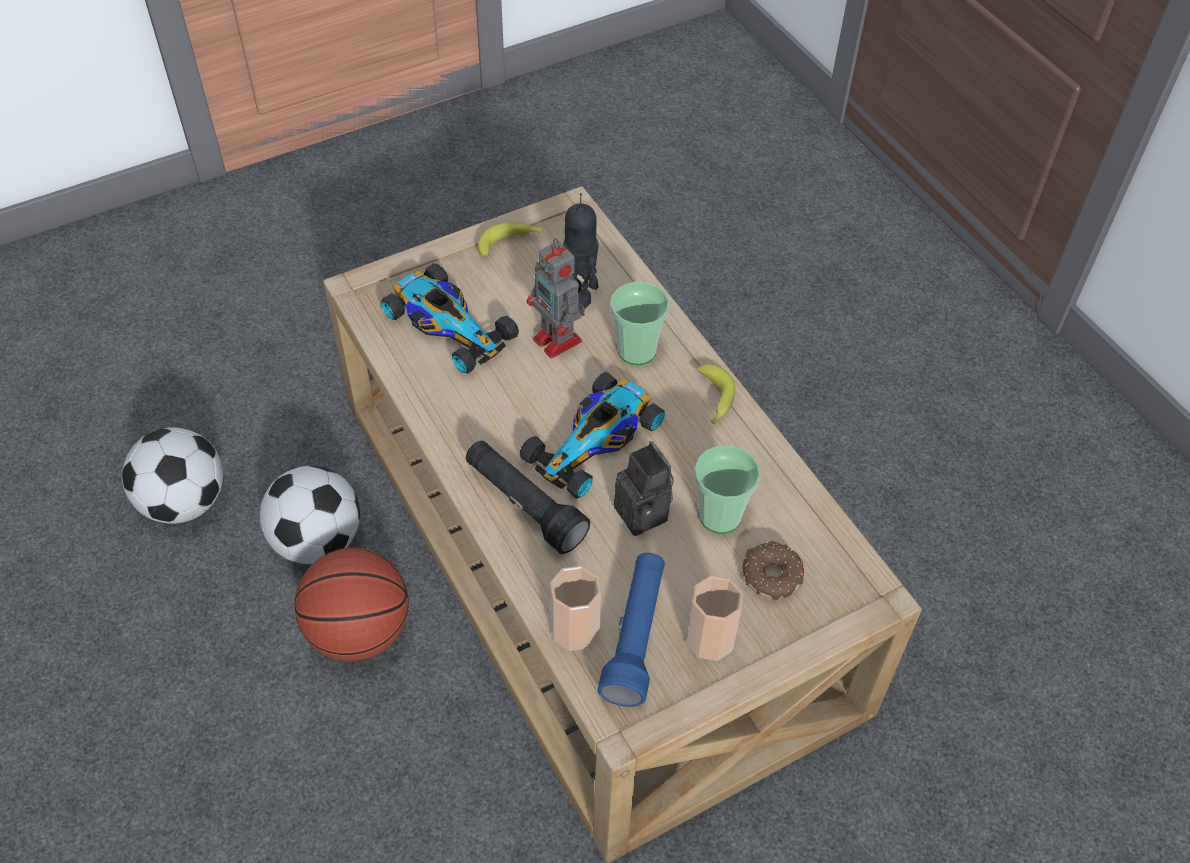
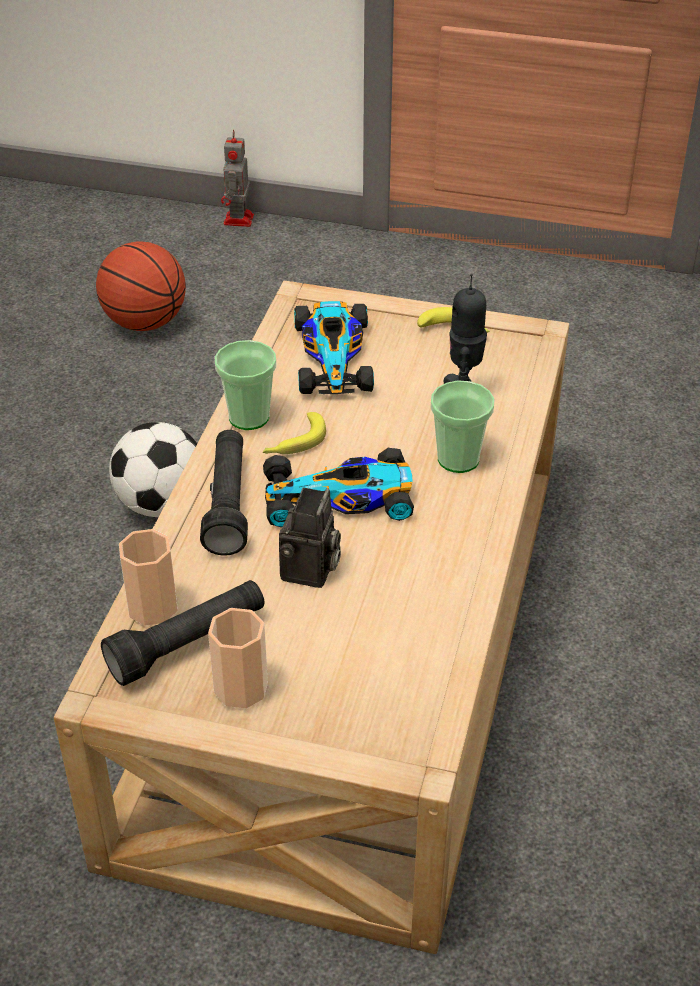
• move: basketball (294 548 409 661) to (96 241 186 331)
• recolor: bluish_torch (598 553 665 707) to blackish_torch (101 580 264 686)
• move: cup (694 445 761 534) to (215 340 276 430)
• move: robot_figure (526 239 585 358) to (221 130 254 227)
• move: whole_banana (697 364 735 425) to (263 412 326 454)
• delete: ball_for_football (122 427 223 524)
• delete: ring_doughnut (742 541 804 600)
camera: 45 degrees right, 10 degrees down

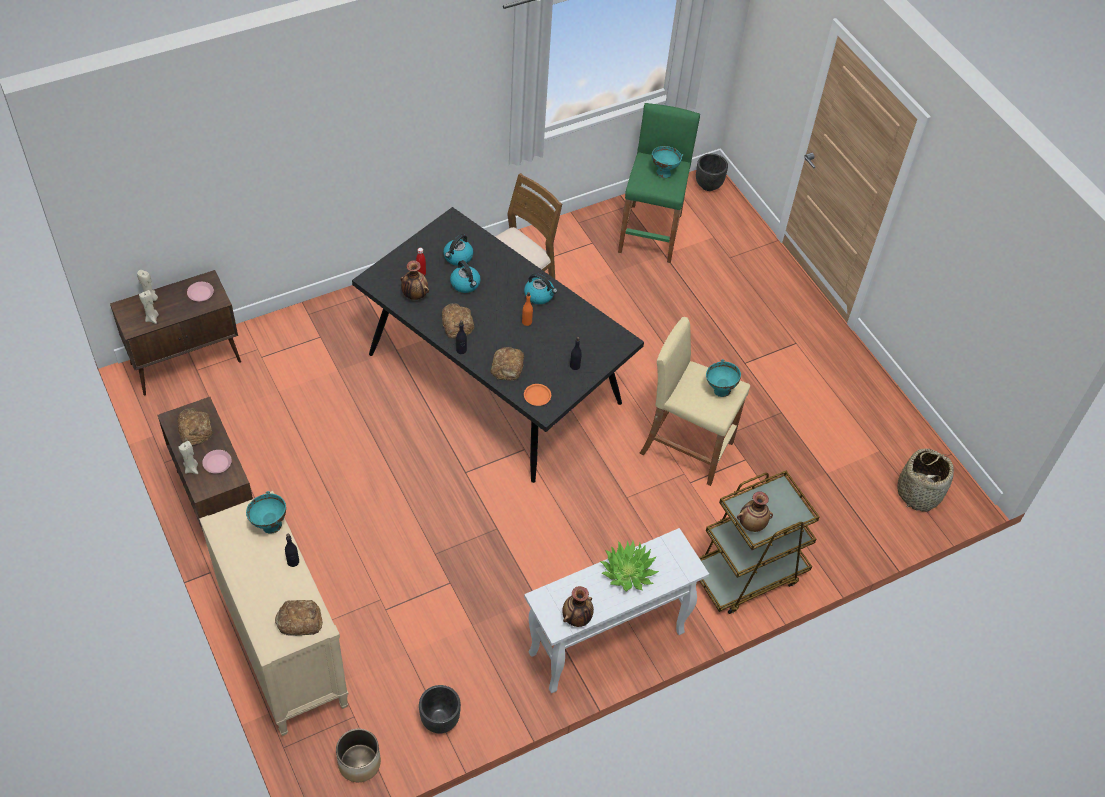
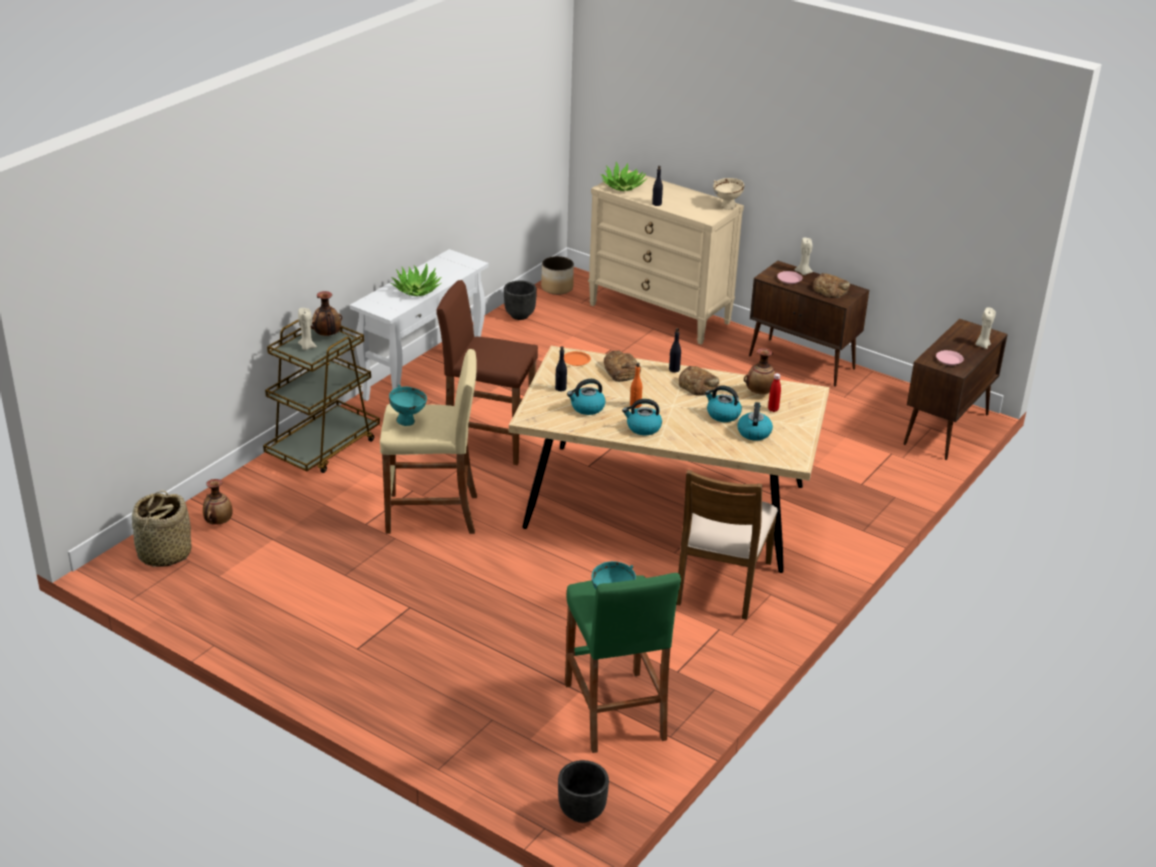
• move: vase (562 586 594 627) to (203 479 233 525)
• move: beige_candle (139 290 159 324) to (298 308 317 350)
• insert: brownish_sitting_stool (436 280 538 465)
• recolor: blackish_kitchen_table (352 207 644 483) to beige_kitchen_table (509 346 829 573)
• insert: kettle (567 379 606 415)
• replace: bakery_bread (275 600 323 636) to plant_in_a_pot (600 162 648 191)
• insert: beige_serving_bowl (713 178 744 210)
• delete: blue-green_serving_bowl (246 491 286 534)
camera: 155 degrees right, 20 degrees down

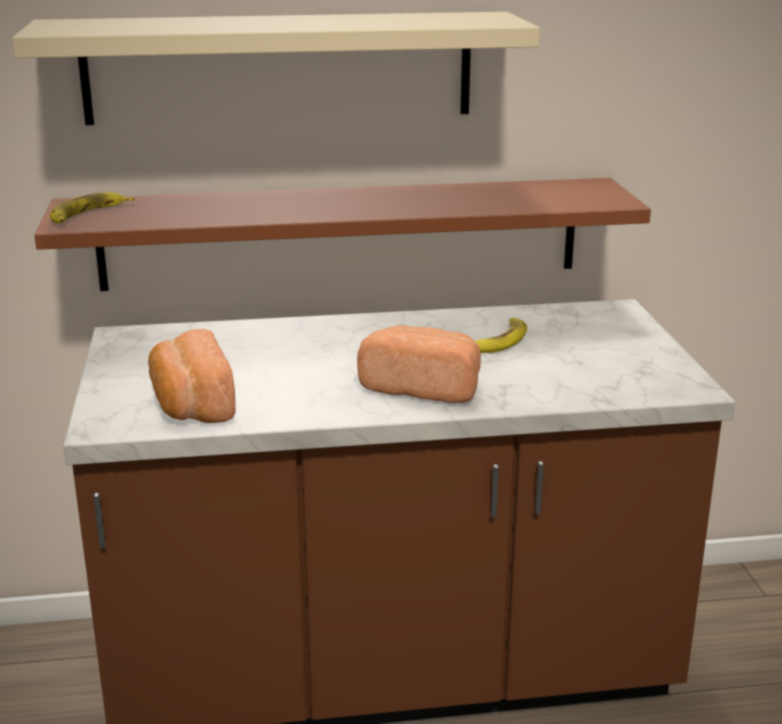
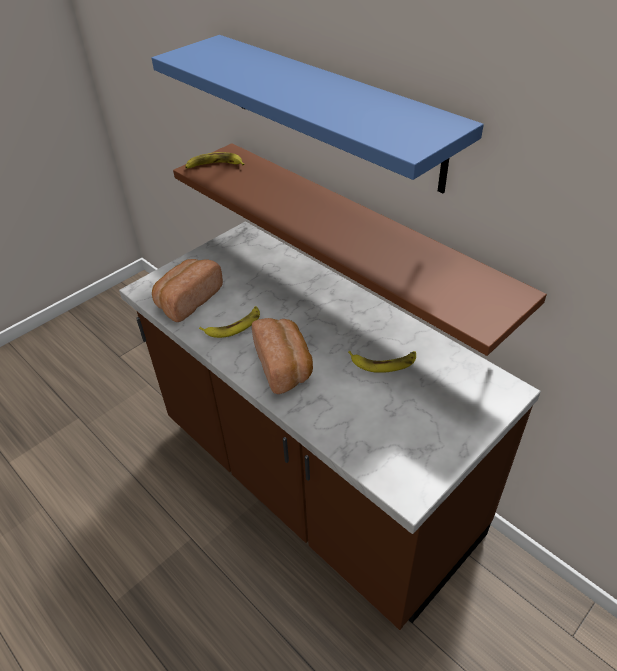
• recolor: beige_shelf (12 12 540 125) to bluish_shelf (152 35 484 193)
• insert: whole_banana (199 306 260 338)
camera: 55 degrees right, 20 degrees up

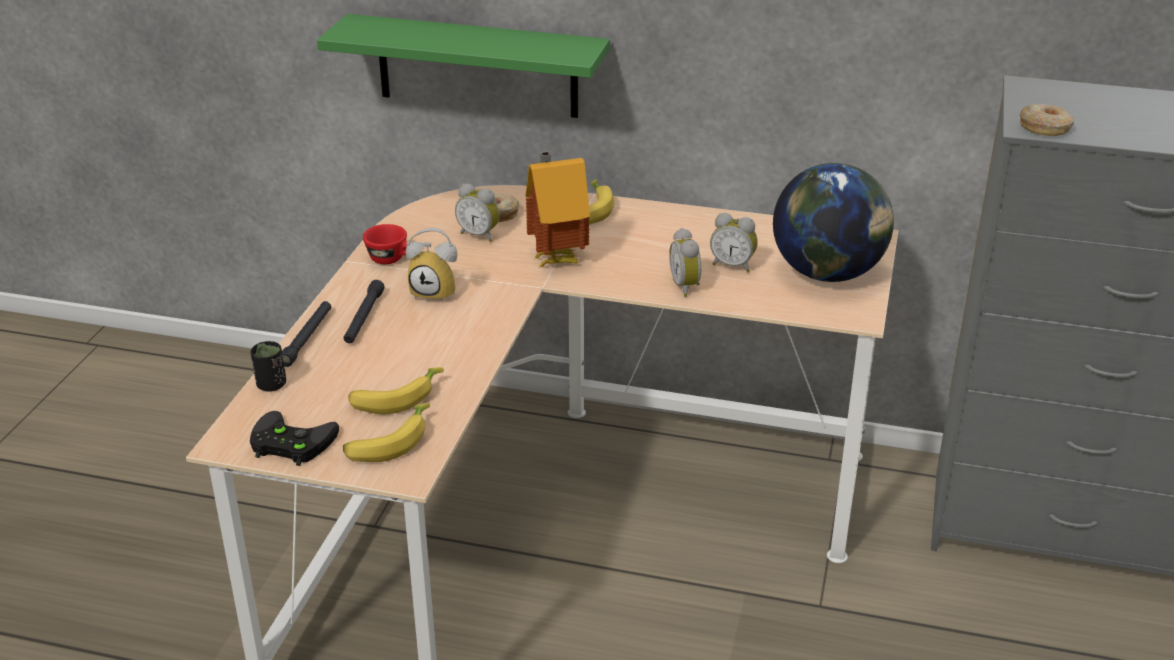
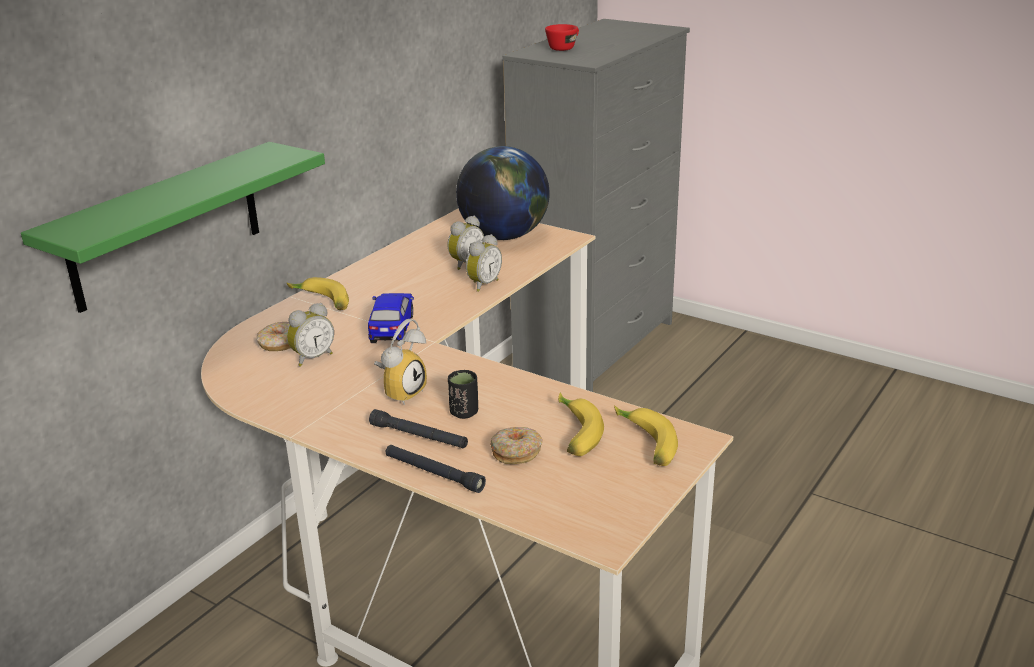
• replace: miniature_house (526 151 590 269) to toy_car (368 293 414 343)
• move: blackish_cup (250 341 286 392) to (448 370 478 419)
• rotate: bedside_clock (669 228 701 297) = (466 234 502 292) 60 degrees counterclockwise
• move: ring_doughnut (1019 104 1075 136) to (490 427 542 464)
• move: reddish_cup (363 224 407 264) to (545 24 579 51)
• delete: blackish_game_controller (250 411 339 466)
camera: 70 degrees left, 5 degrees down

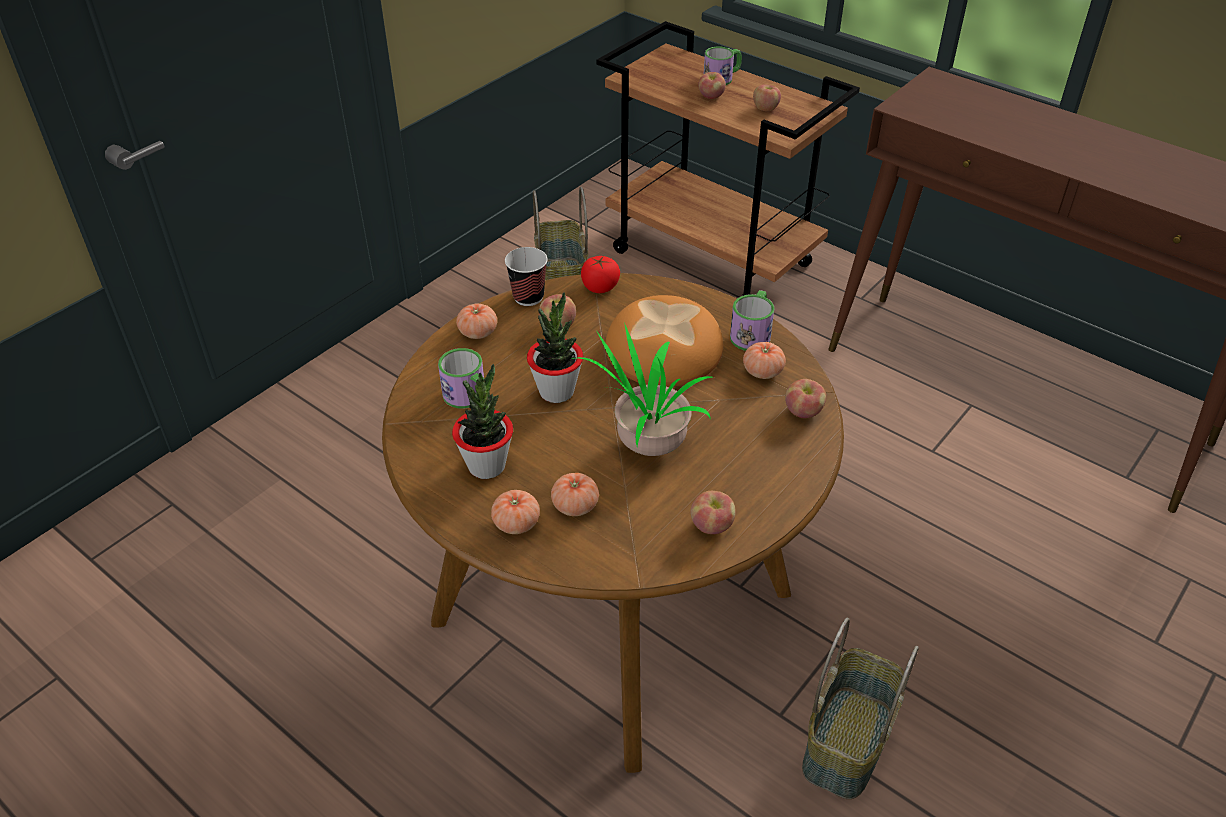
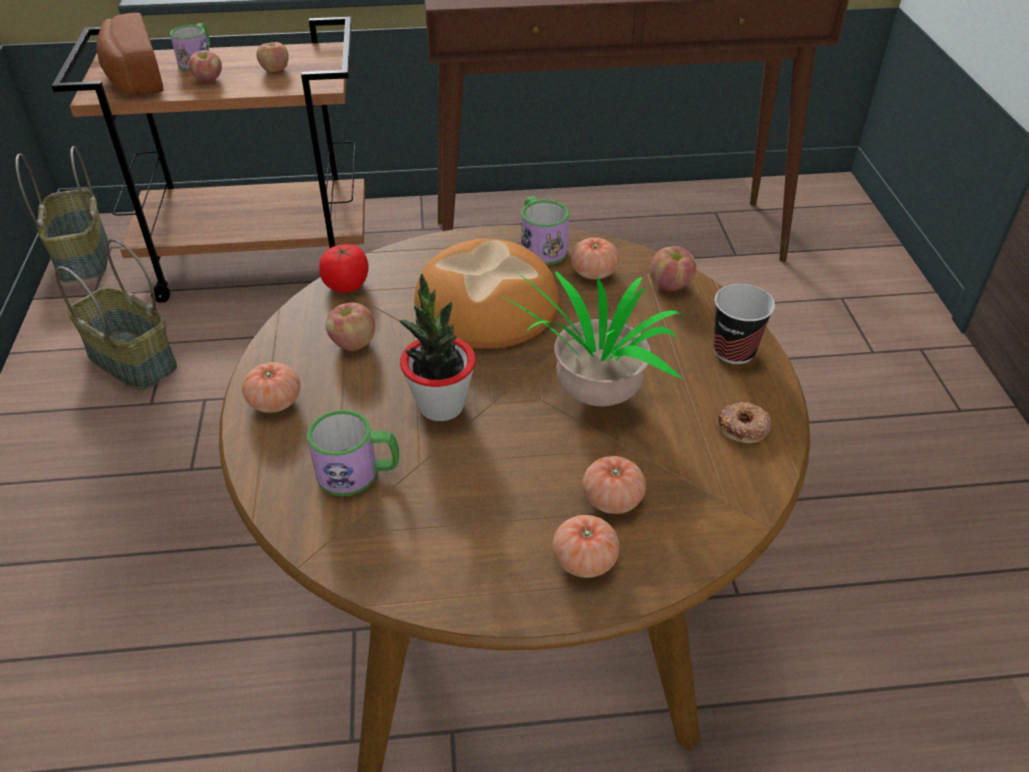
• move: basket (802 618 919 799) to (15 146 108 283)
• insert: bakery_bread (97 13 164 95)
• move: cup (505 247 548 306) to (714 284 775 364)
• replace: whole_apple (690 491 736 534) to ring_doughnut (717 402 772 443)
• delete: plant_in_a_pot (452 364 513 479)
camera: 45 degrees left, 0 degrees up

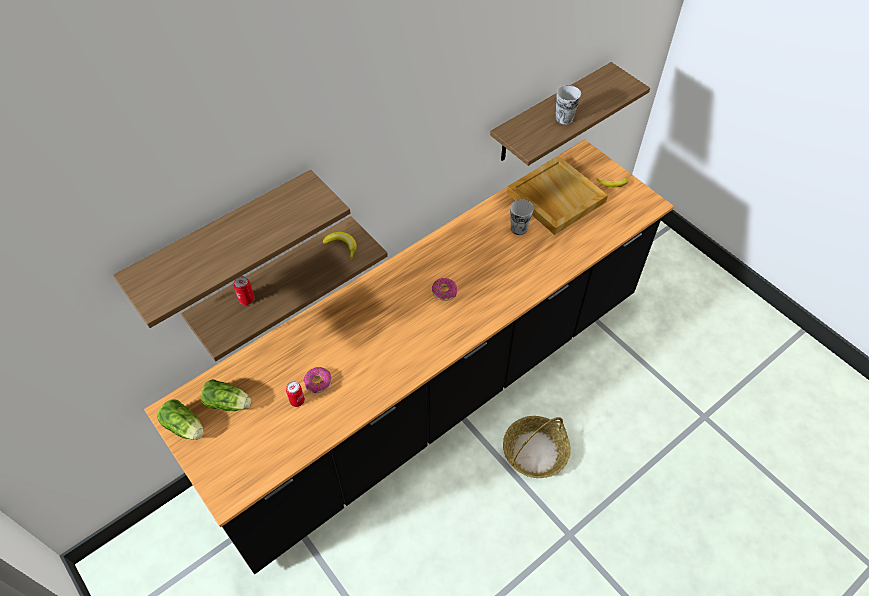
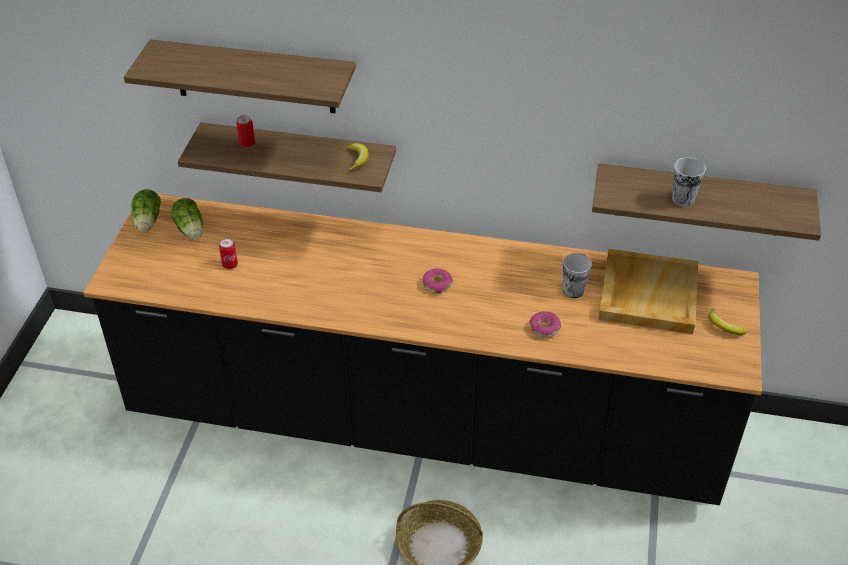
• move: ring_doughnut (303 367 332 393) to (529 311 561 338)
camera: 50 degrees right, 10 degrees down

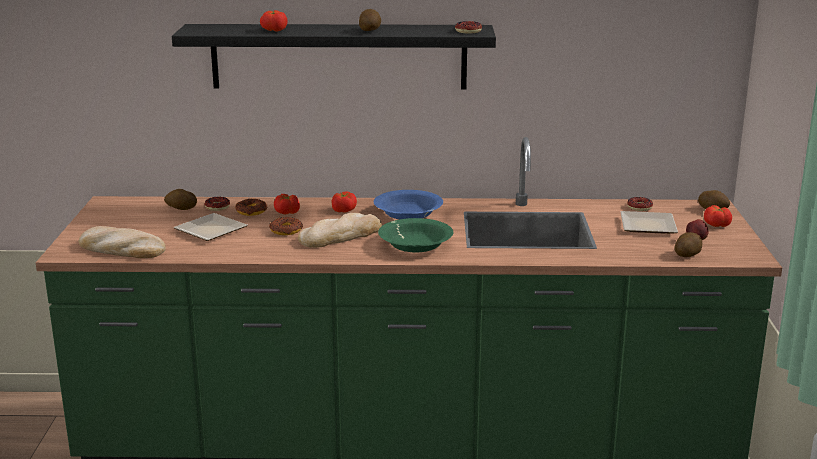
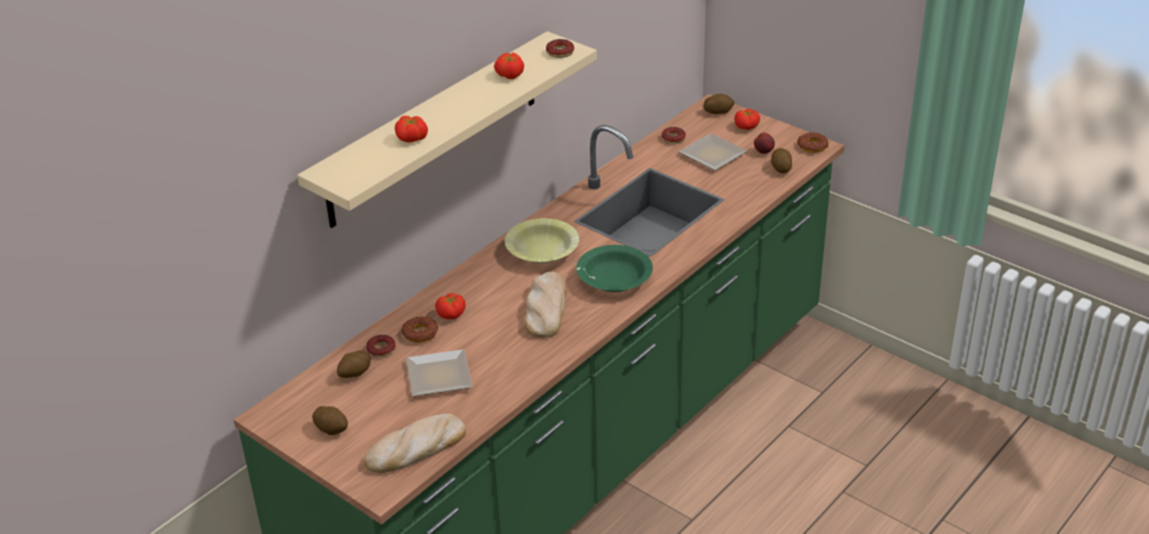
• recolor: blackish_shelf (172 24 496 90) to beige_shelf (297 31 597 228)
• move: potato (359 9 381 31) to (312 406 348 435)
• move: fresh_tomato (332 191 357 212) to (494 53 524 79)
• recolor: bluish_serving_bowl (374 190 443 219) to yellowish_serving_bowl (505 218 579 263)
• move: ring_doughnut (269 217 303 235) to (797 132 828 153)
camera: 50 degrees left, 15 degrees up

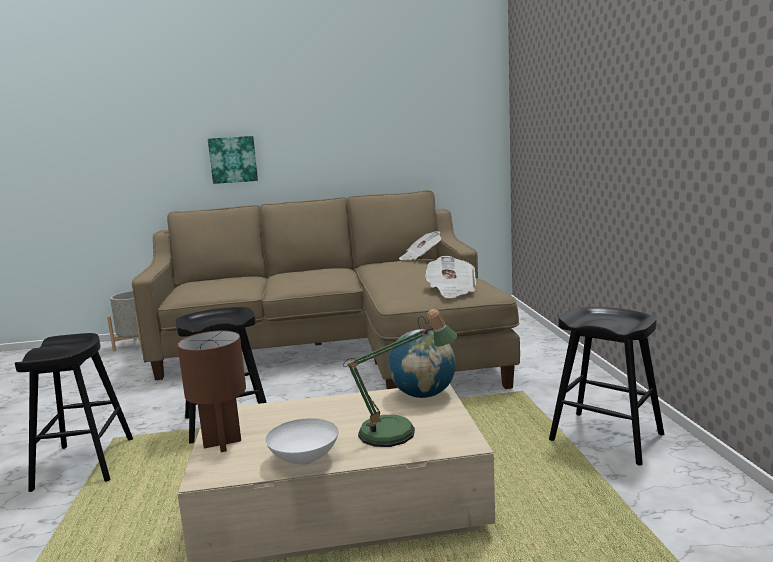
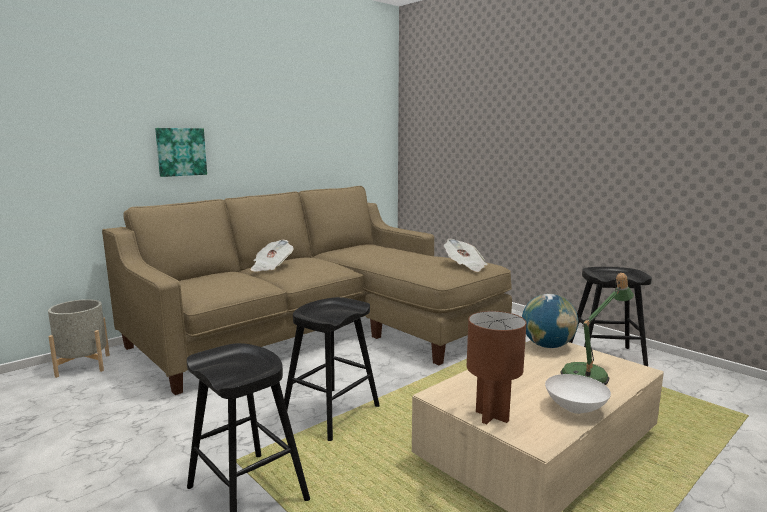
• move: newspaper (399 231 441 260) to (250 240 293 272)
camera: 35 degrees left, 0 degrees up

